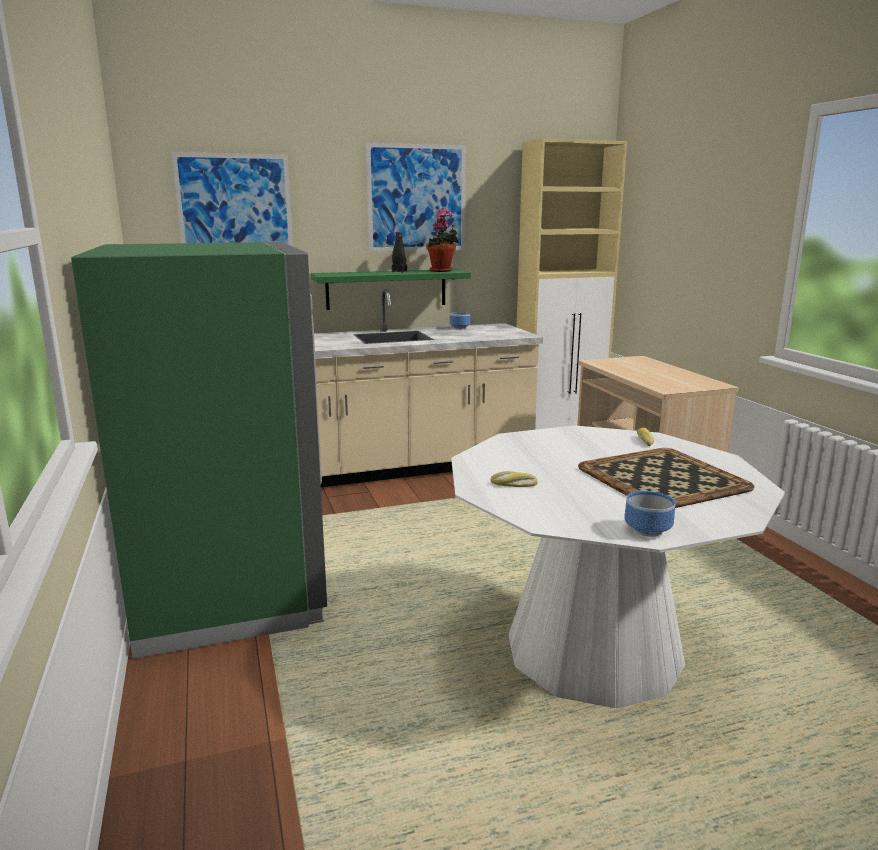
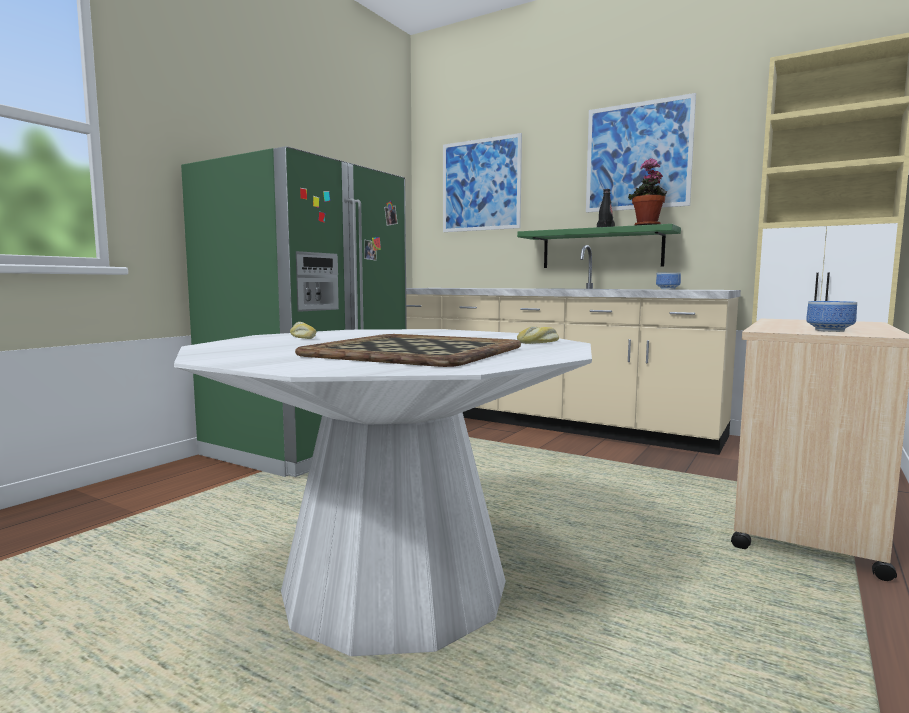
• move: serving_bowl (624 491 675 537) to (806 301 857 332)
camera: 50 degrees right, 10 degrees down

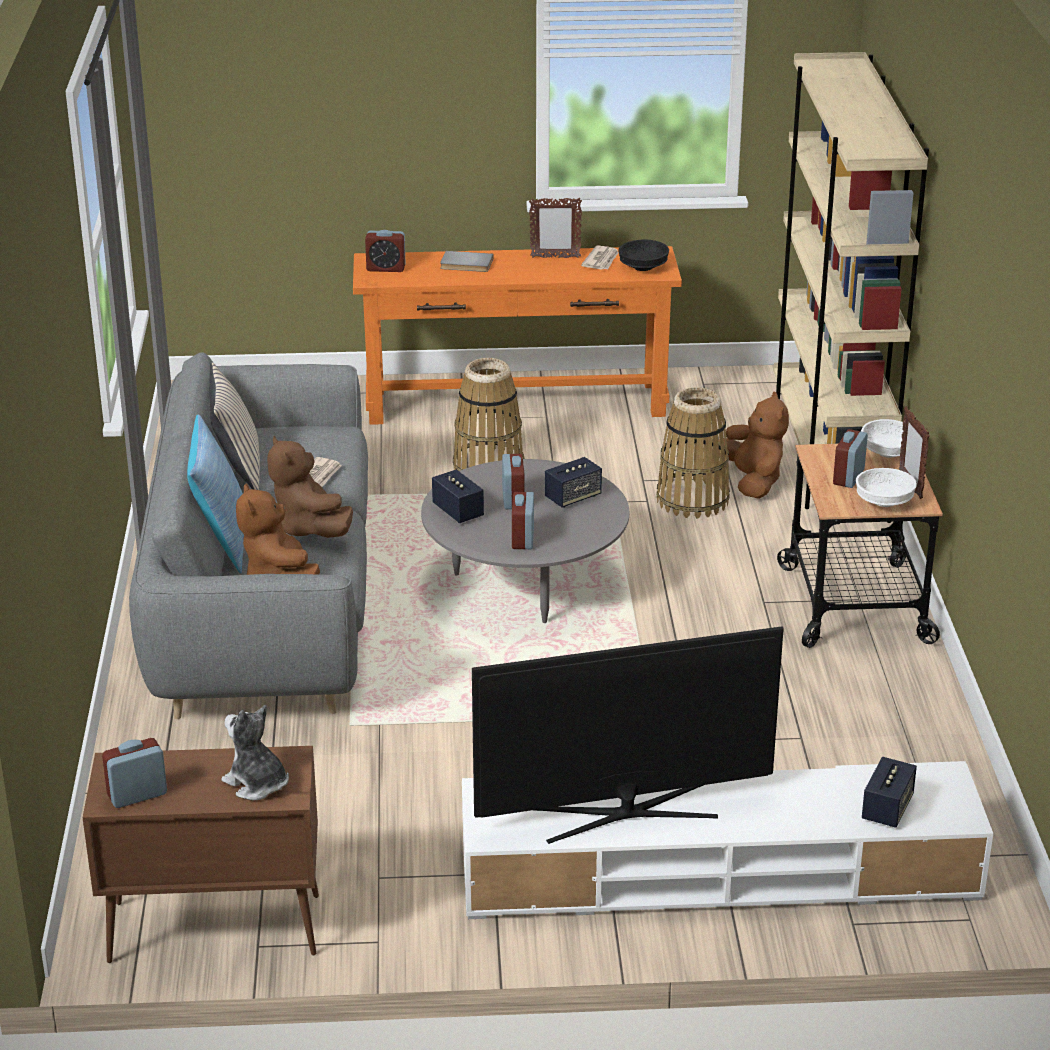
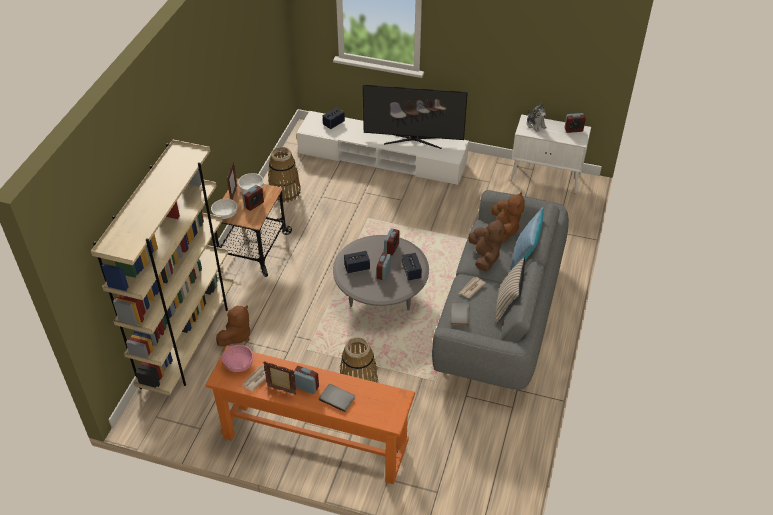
• rotate: brownish_cuddly_toy (718 392 789 499) = (216 305 250 347) 150 degrees counterclockwise
• recolor: blackish_serving_bowl (618 240 669 271) to pink-coloured_serving_bowl (222 345 253 372)
• move: basket (656 387 730 519) to (268 147 301 203)
• move: bedside_clock (365 230 406 272) to (293 366 319 394)
• insert: grey_book (451 302 469 326)
• recolor: brownish_cabinet (83 746 319 963) to whitish_cabinet (511 114 591 193)
camera: 160 degrees left, 15 degrees up

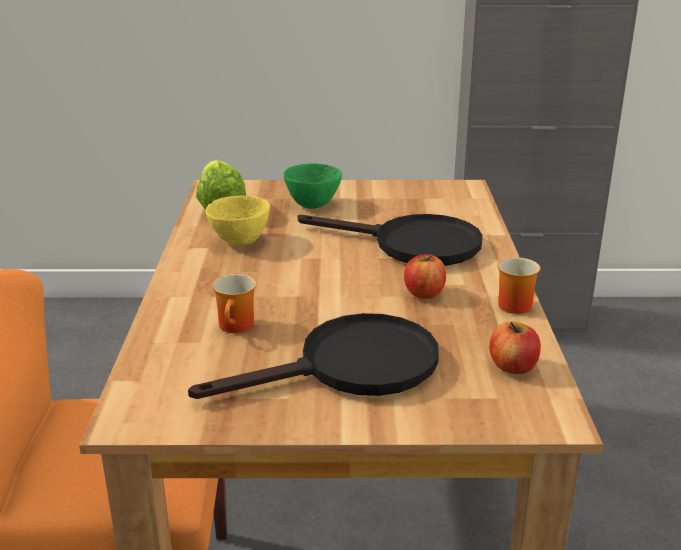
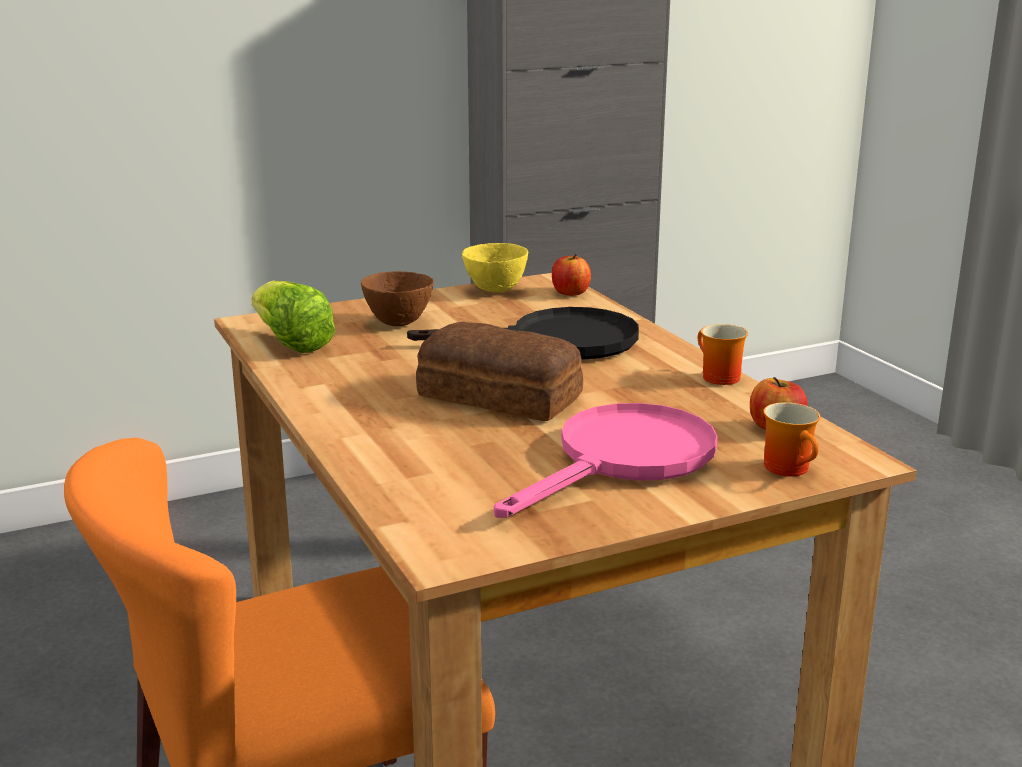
• recolor: greenish_serving_bowl (283 163 342 209) to brownish_serving_bowl (361 271 434 326)
• insert: bakery_bread (416 322 583 421)
• move: yellowish_serving_bowl (206 196 270 246) to (462 243 528 292)
• recolor: blackish_skillet (188 313 439 399) to pink-coloured_skillet (494 403 718 518)
• move: whole_apple (404 254 446 299) to (552 254 591 296)
• move: mug (212 274 256 333) to (763 402 821 476)
camera: 25 degrees left, 5 degrees down

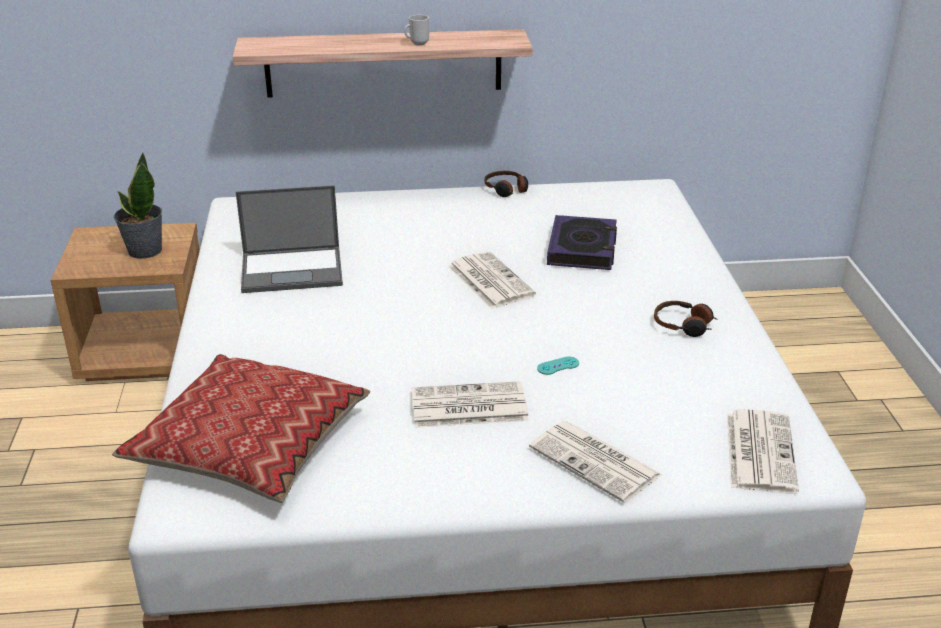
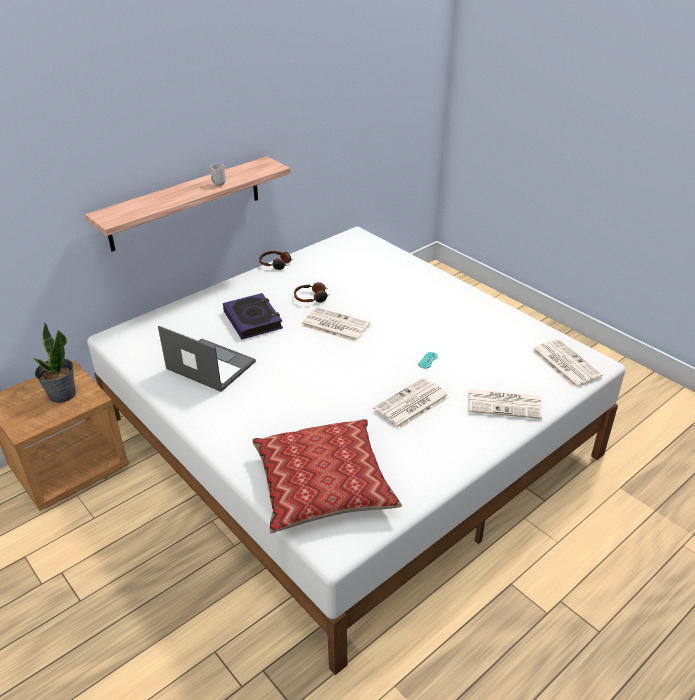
• rotate: laptop (236 185 343 293) = (158 325 256 392) 105 degrees counterclockwise
• move: book (547 215 617 270) to (223 293 283 340)
• move: headset (654 301 718 337) to (294 282 329 302)
camera: 35 degrees left, 5 degrees up

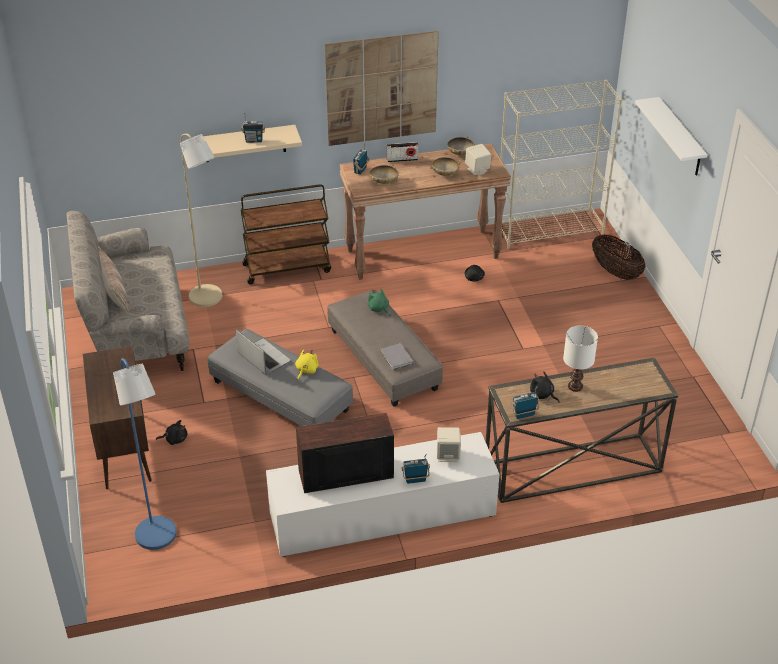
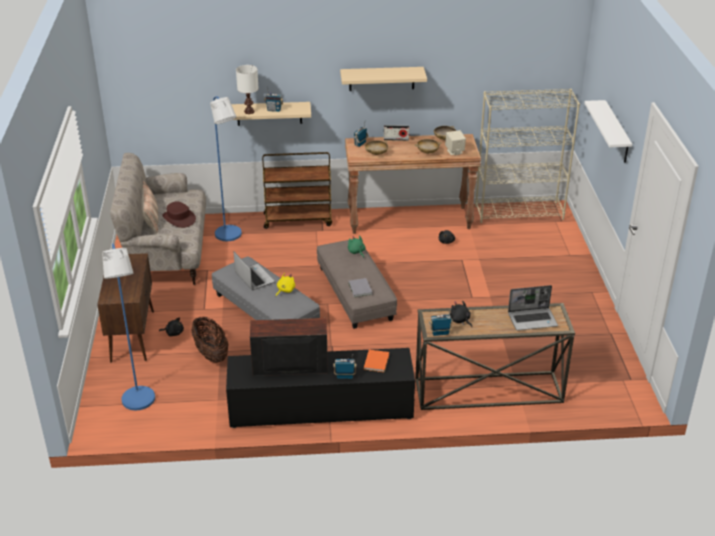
• insert: brownish_clothing_hat (163 201 196 228)
• move: basket (592 234 646 280) to (191 317 228 363)
• recolor: beige_floor_lamp (180 134 222 307) to bluish_floor_lamp (210 96 242 241)
• recolor: whitish_media_console (266 432 499 557) to blackish_media_console (226 348 415 428)
• move: whitish_tabletop_lamp (563 326 598 392) to (236 65 259 114)
• replace: picture (325 31 439 146) to beige_shelf (340 67 427 91)
• replace: beige_speaker (437 427 461 462) to orangey_book (364 350 389 373)
• insert: laptop (508 285 558 330)
camera: 10 degrees right, 5 degrees down

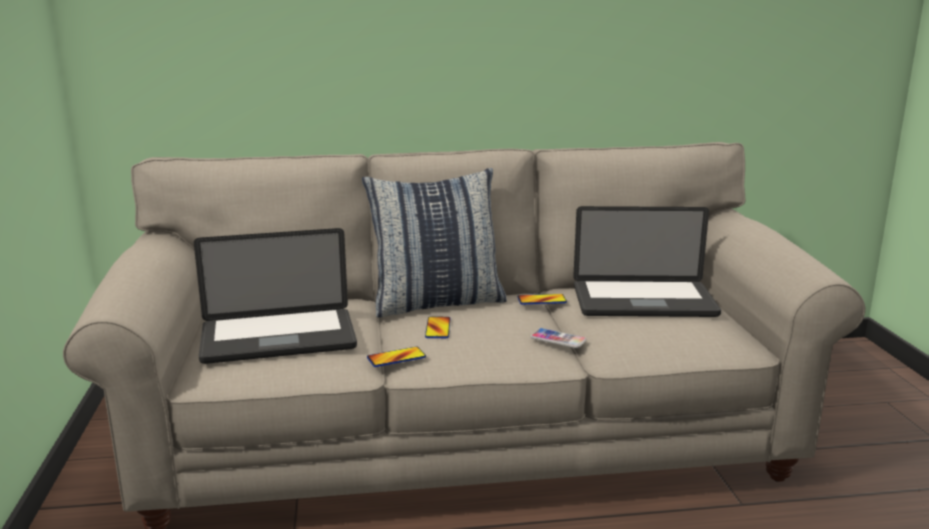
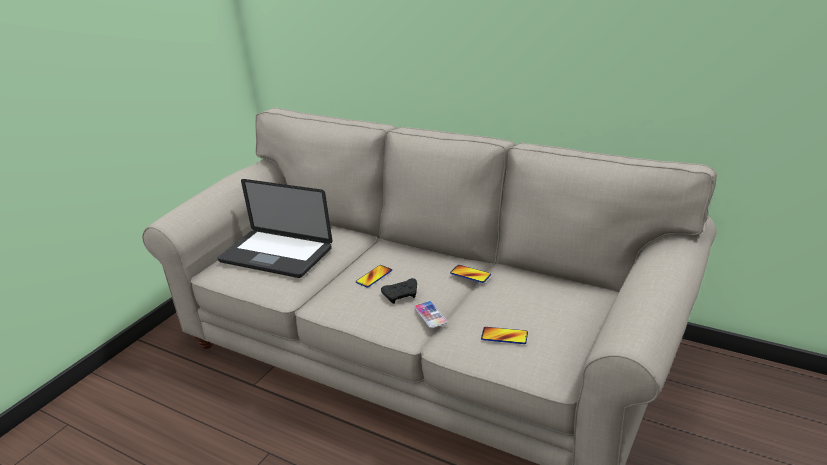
• insert: blackish_game_controller (381 278 417 304)
• move: phone (367 347 426 367) to (481 327 528 344)
• delete: pillow (362 168 506 318)
• delete: laptop (573 206 721 317)
camera: 40 degrees right, 10 degrees up

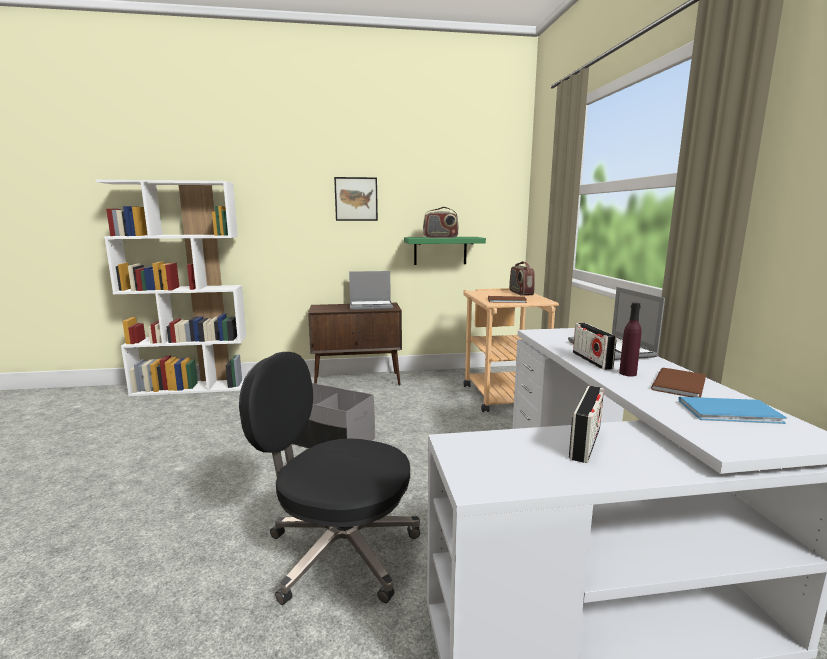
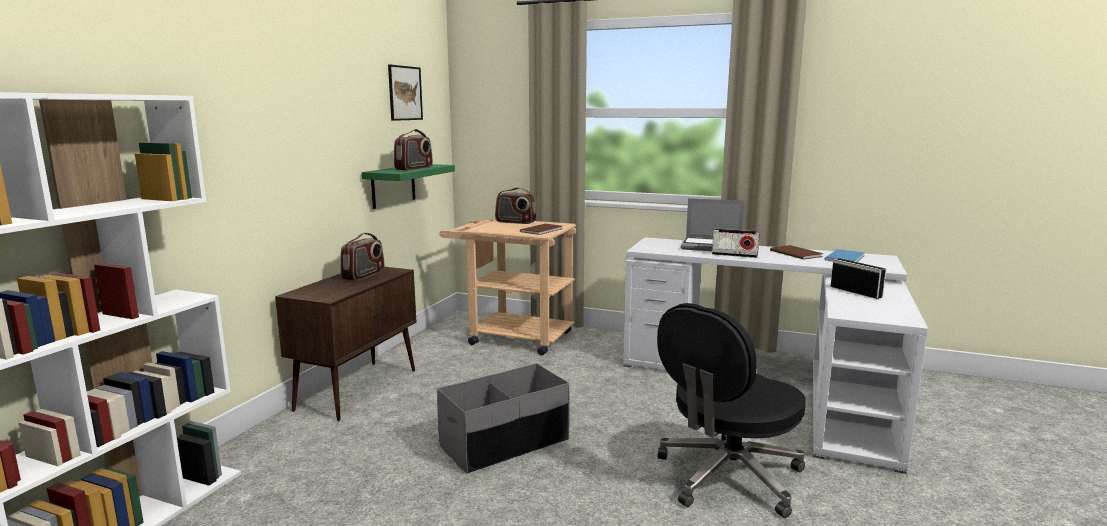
• replace: laptop (349 271 393 310) to radio_set (341 233 384 281)
• move: picture (334 177 378 221) to (388 65 423 121)
• delete: purple-coloured_bottle (619 303 641 376)
camera: 60 degrees left, 0 degrees up

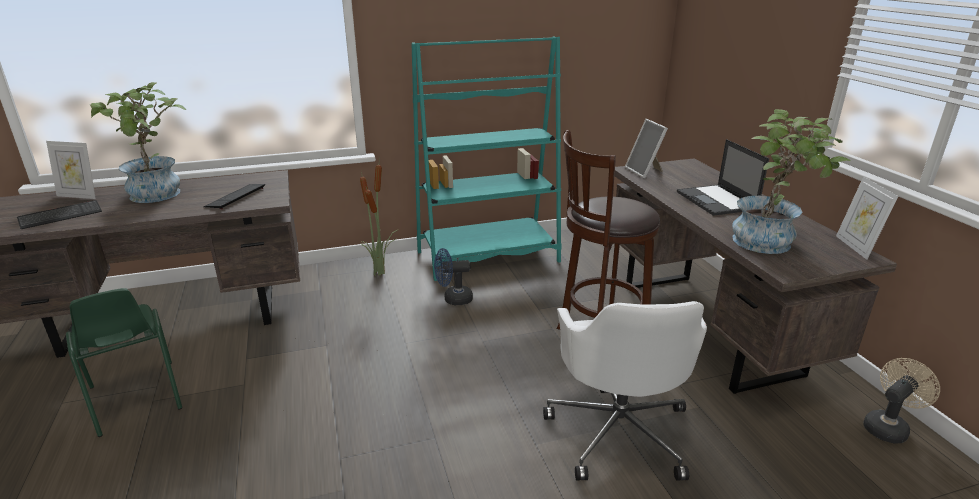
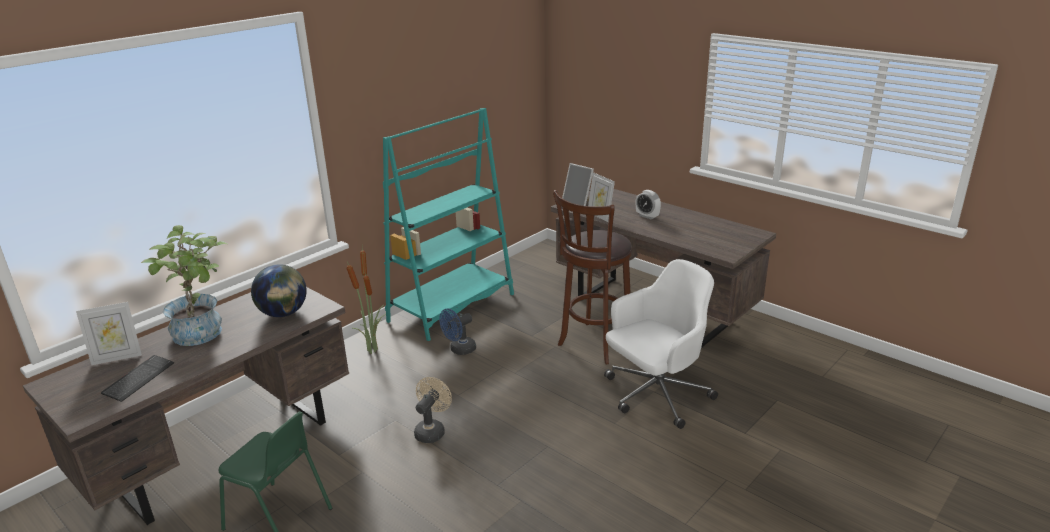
• replace: computer_keyboard (203 184 265 209) to globe (251 264 307 317)
• move: beige_fan (863 358 940 443) to (414 377 452 443)
• move: standing_frame (836 177 899 260) to (588 172 615 222)
• rotate: whitish_computer_chair (543 301 707 481) = (604 259 718 429) 90 degrees counterclockwise
• replace: laptop (677 139 769 216) to bedside_clock (636 190 661 219)
• delete: plant_in_a_pot (732 109 851 254)
camera: 30 degrees left, 0 degrees up

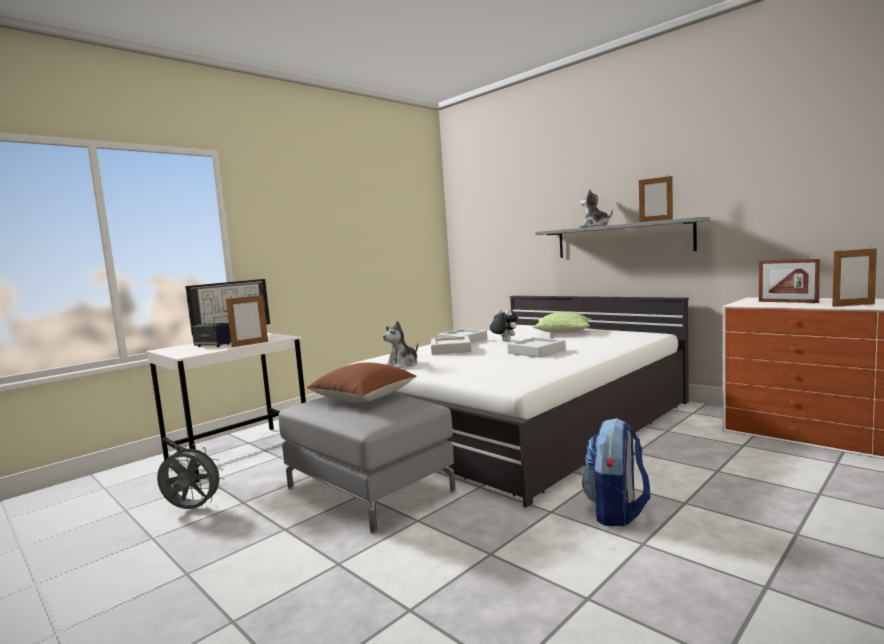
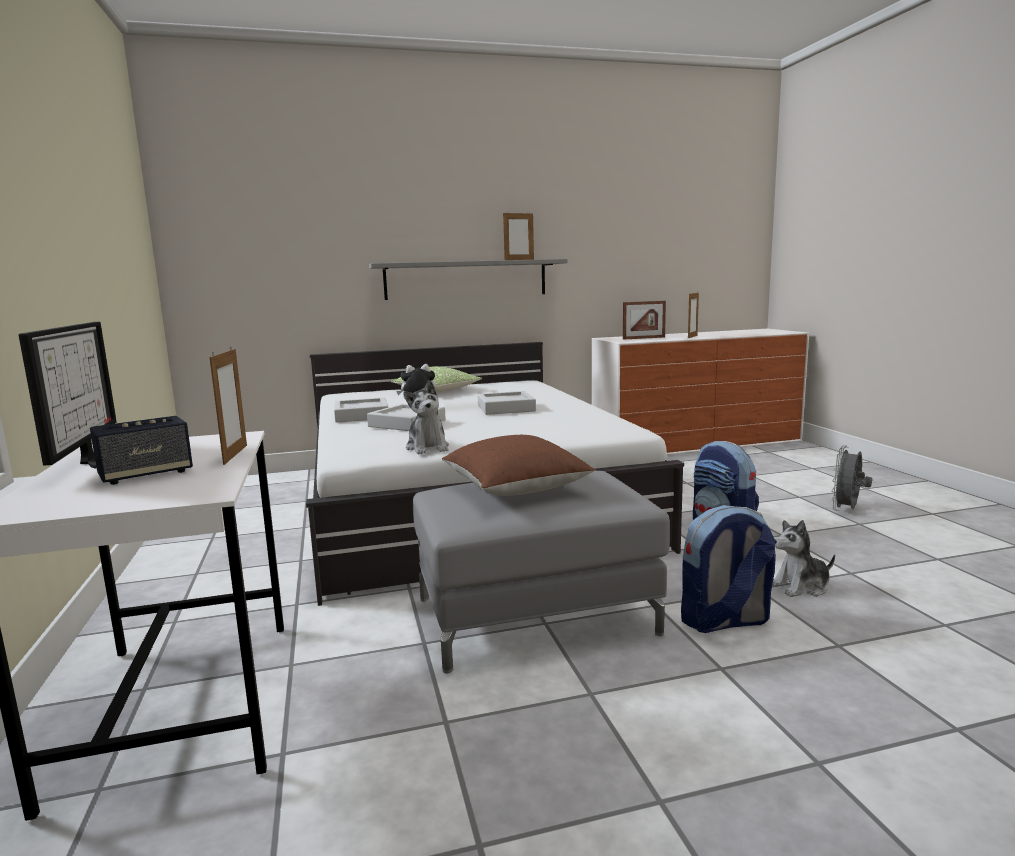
• insert: rucksack (681 505 776 633)
• move: cuddly_toy (580 189 613 227) to (772 520 835 597)
• move: grey_fan (157 444 225 509) to (831 445 872 511)
camera: 60 degrees left, 5 degrees up

